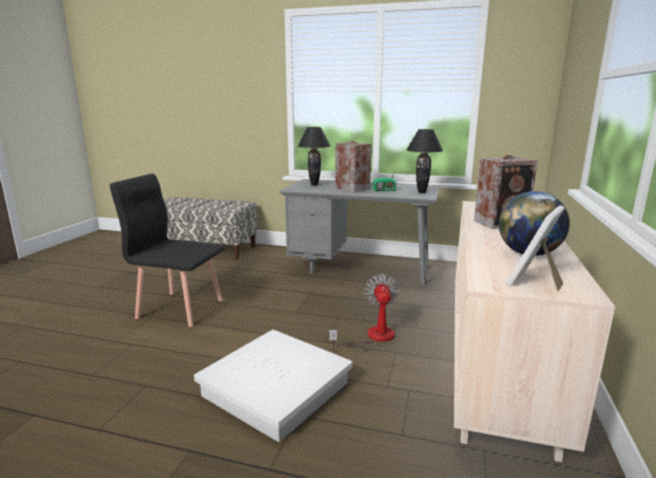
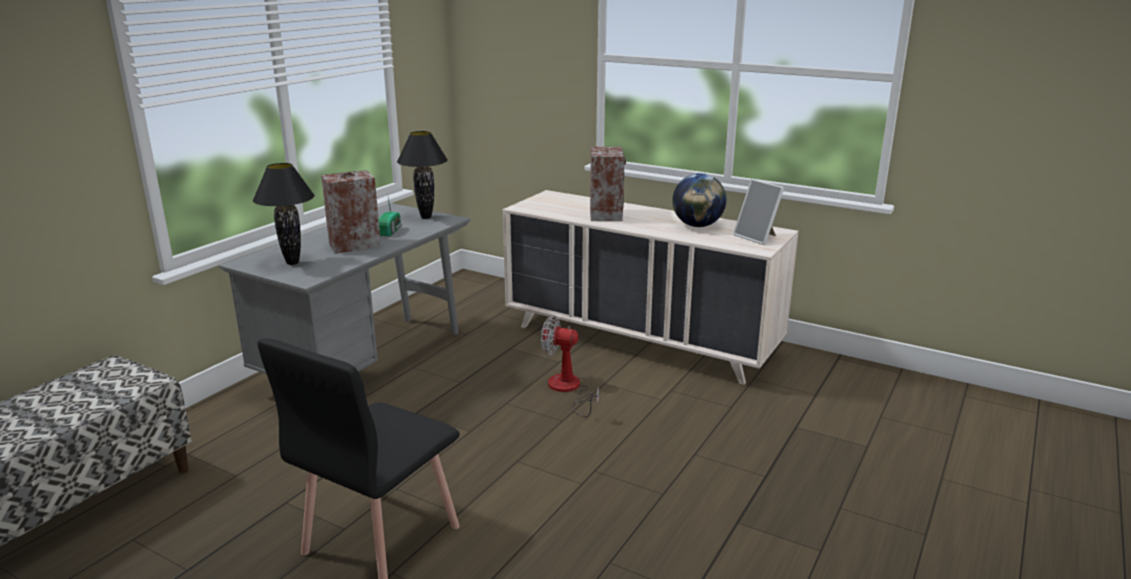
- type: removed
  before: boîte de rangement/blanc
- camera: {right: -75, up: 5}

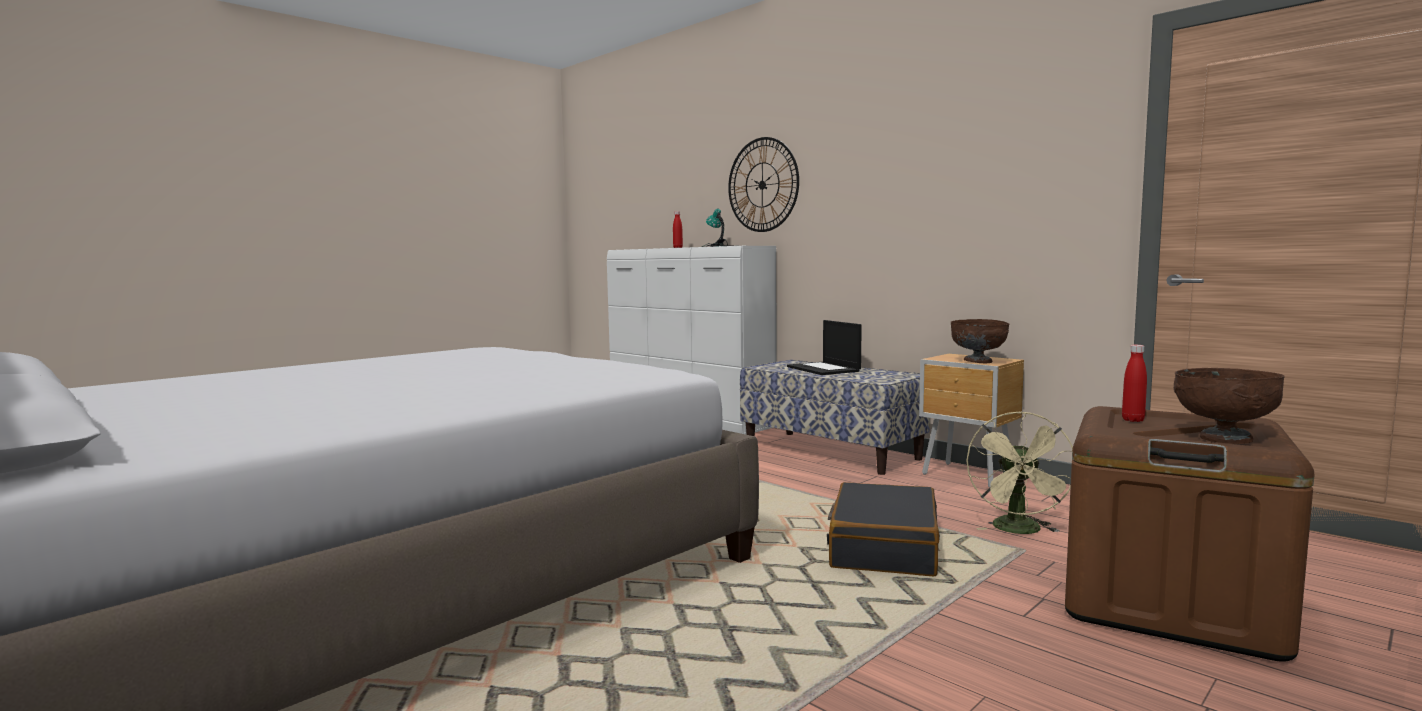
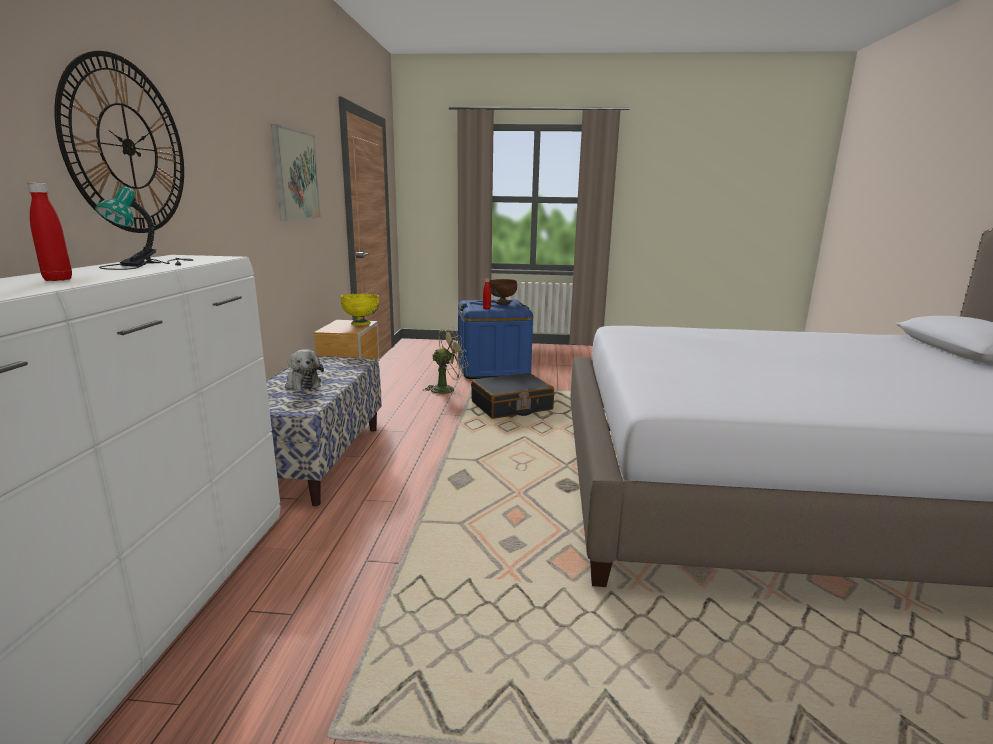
- type: recoloured
  before: bol/marron (1st from left)
  after: bol/jaune
- type: replaced
  before: ordinateur portable
  after: peluche
- type: recoloured
  before: boîte de rangement/marron
  after: boîte de rangement/bleu
- type: added
  after: tableau
- camera: {right: -130, up: 10}

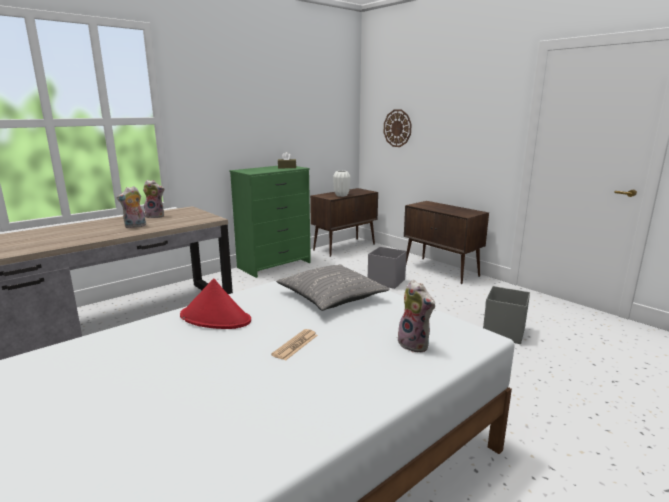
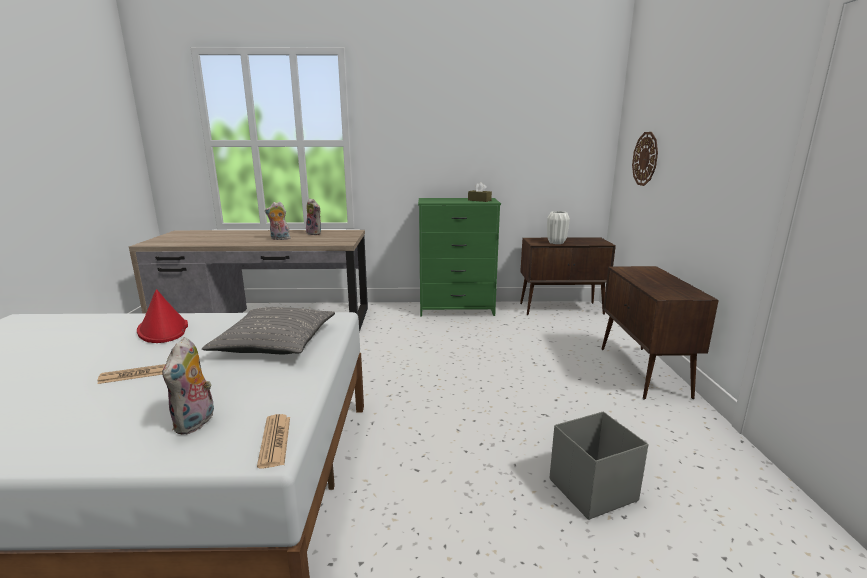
- type: removed
  before: boîte de rangement/gris (1st from left)
- type: added
  after: journal (2nd from left)
- camera: {right: 40, up: 0}

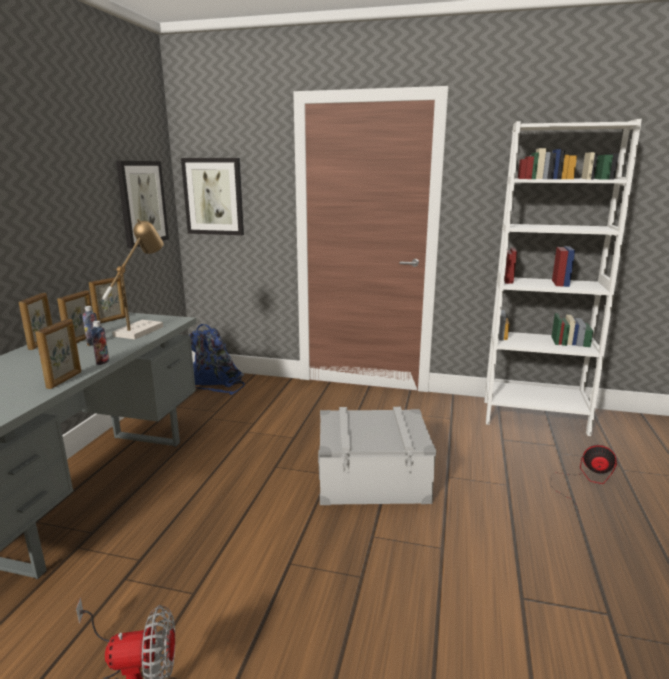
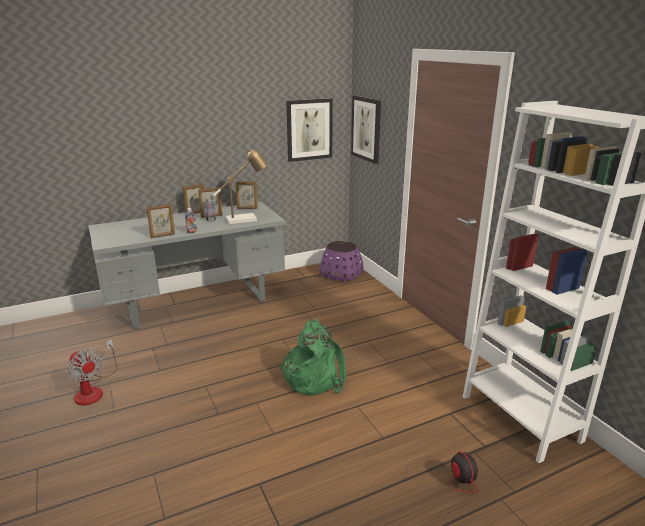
- type: replaced
  before: sac à dos/bleu
  after: cache-pot/violet
- type: replaced
  before: boîte de rangement/gris
  after: sac à dos/vert
- camera: {right: 50, up: 5}

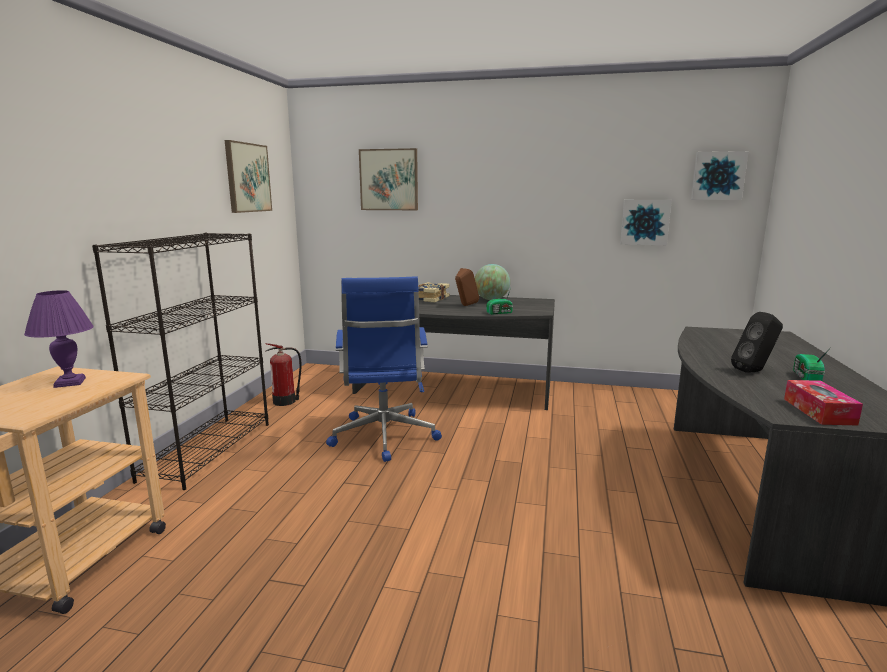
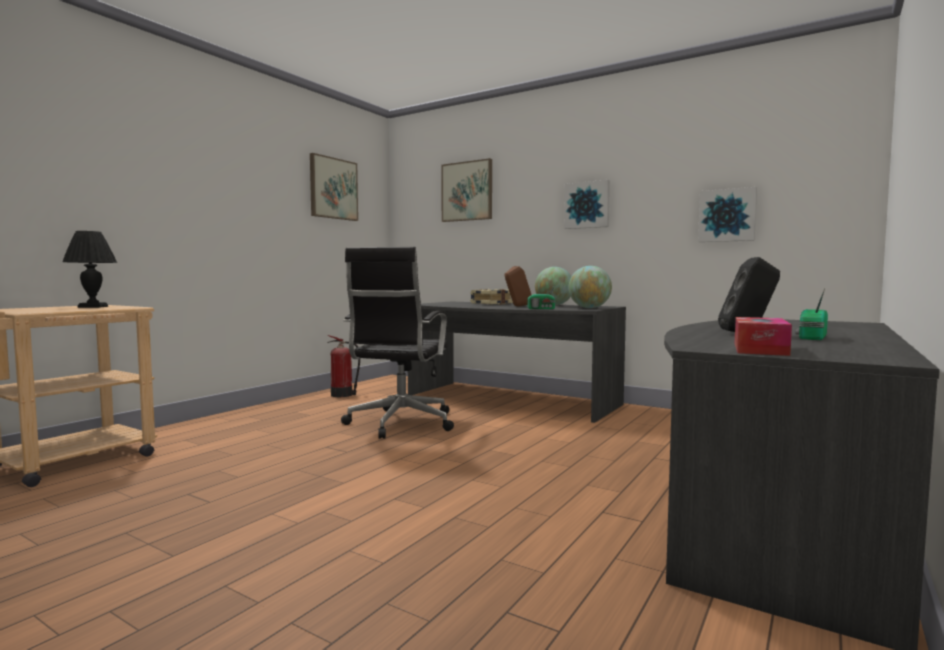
- type: moved
  before: tableau (4th from left in the first image)
  after: tableau (3rd from left)
- type: removed
  before: bibliothèque/noir
- type: recoloured
  before: chaise de bureau/bleu
  after: chaise de bureau/noir
- type: recoloured
  before: lampe de table/violet
  after: lampe de table/noir
- type: added
  after: globe (2nd from left)
- camera: {right: 20, up: -10}

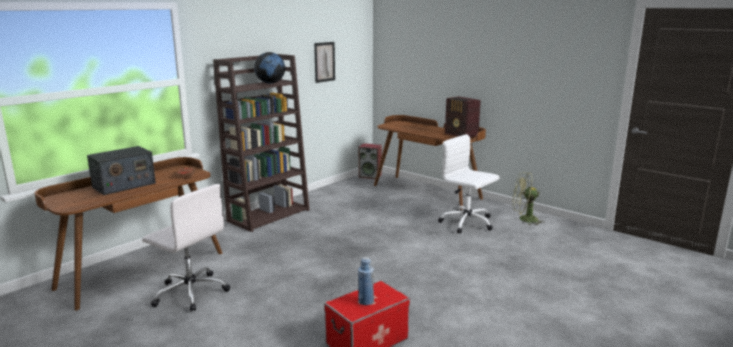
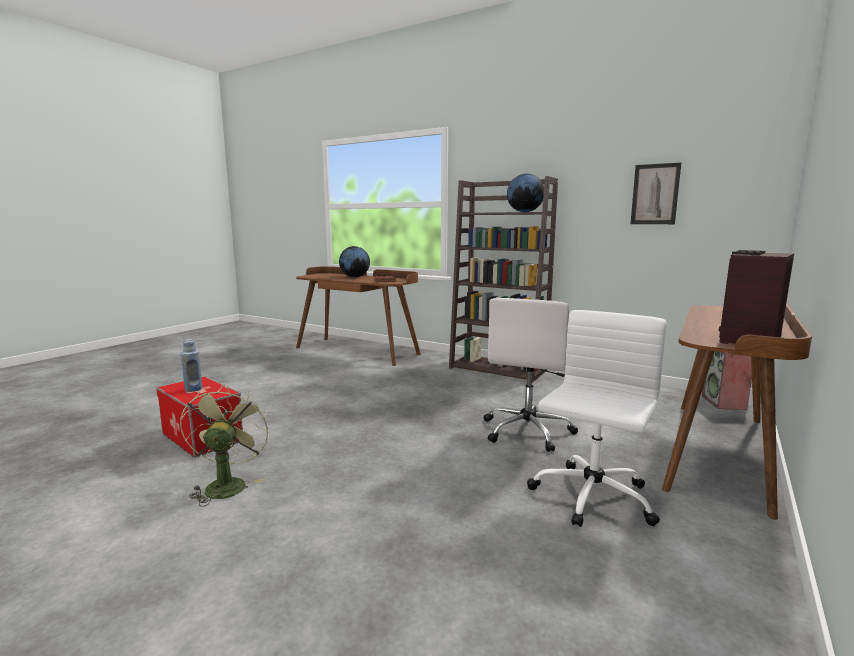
- type: replaced
  before: radio (1st from left)
  after: globe (1st from left)
- type: moved
  before: ventilateur/vert
- type: moved
  before: chaise de bureau/blanc (1st from left)
- camera: {right: 80, up: -5}

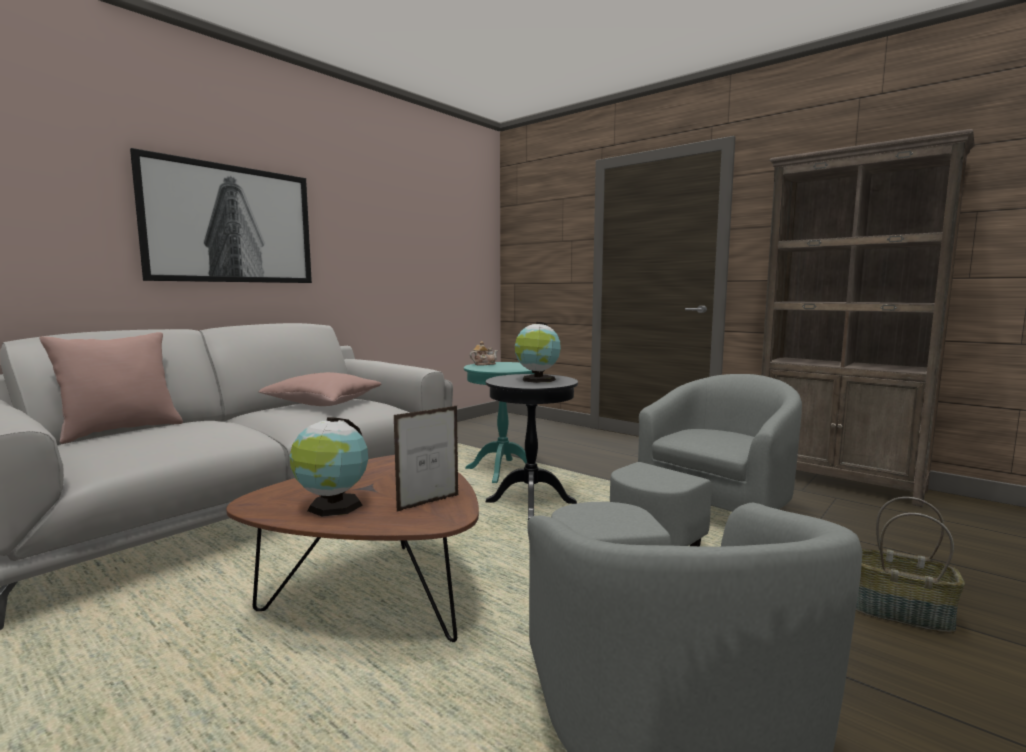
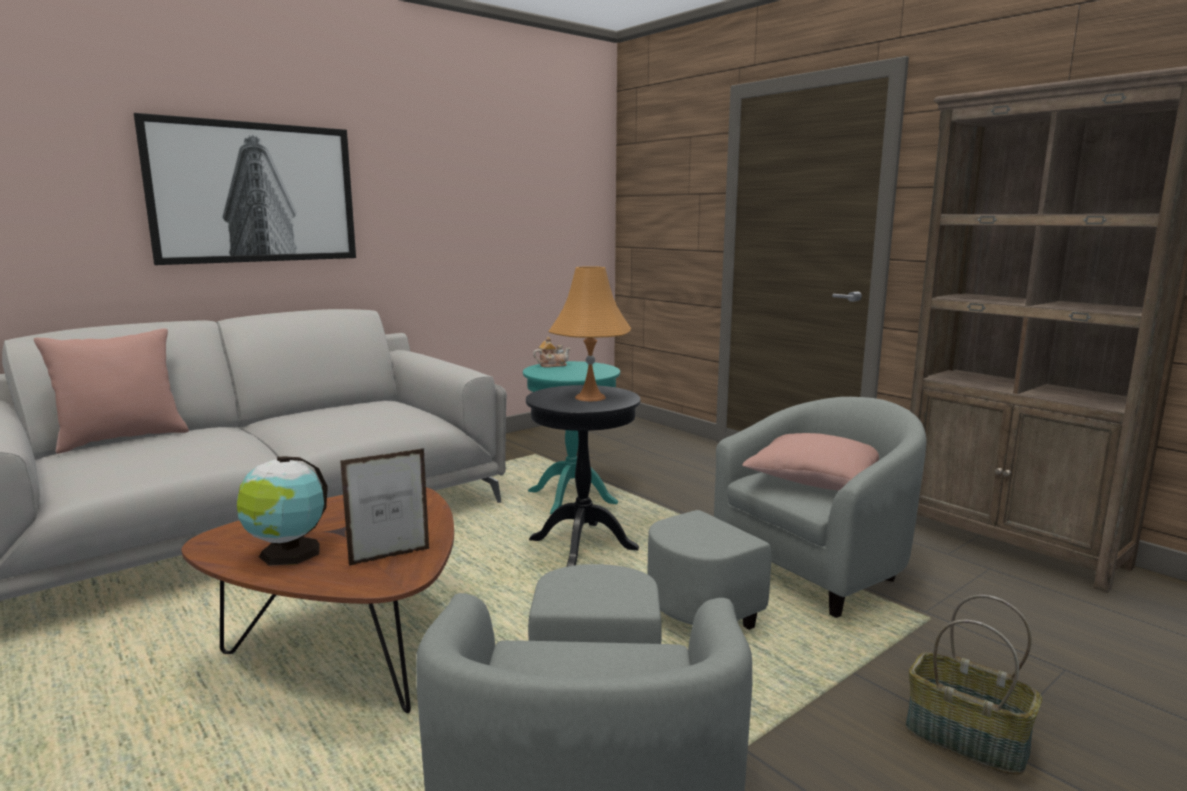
- type: replaced
  before: globe (2nd from left)
  after: lampe de table/orange
- type: moved
  before: coussin/rose (2nd from left)
- camera: {right: 10, up: 5}

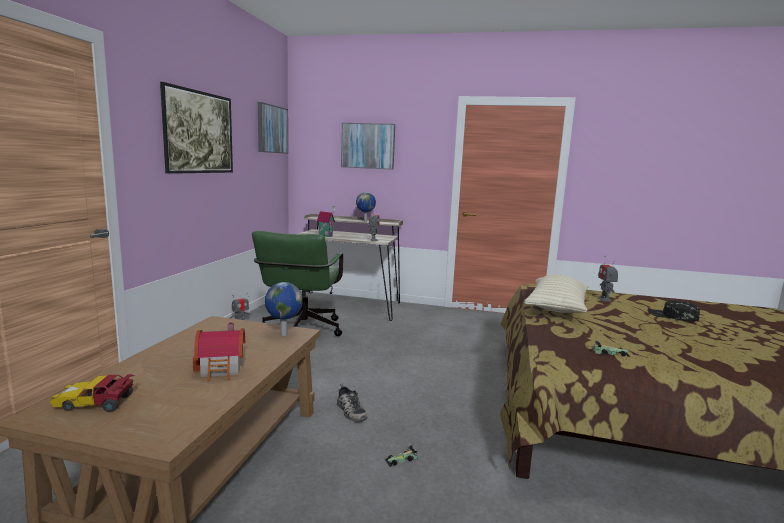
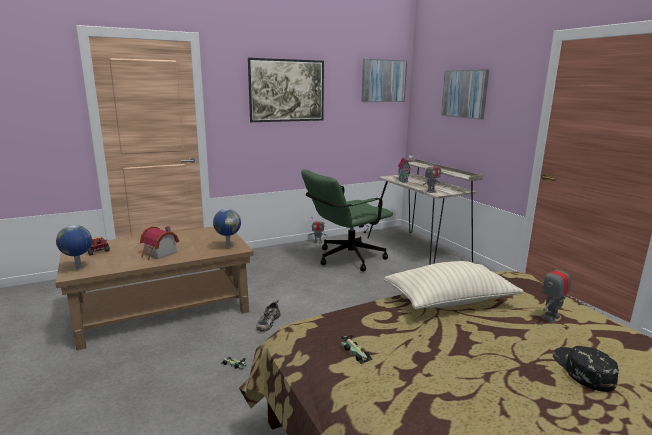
- type: moved
  before: globe (2nd from left in the first image)
  after: globe (1st from left)
- camera: {right: 50, up: 5}

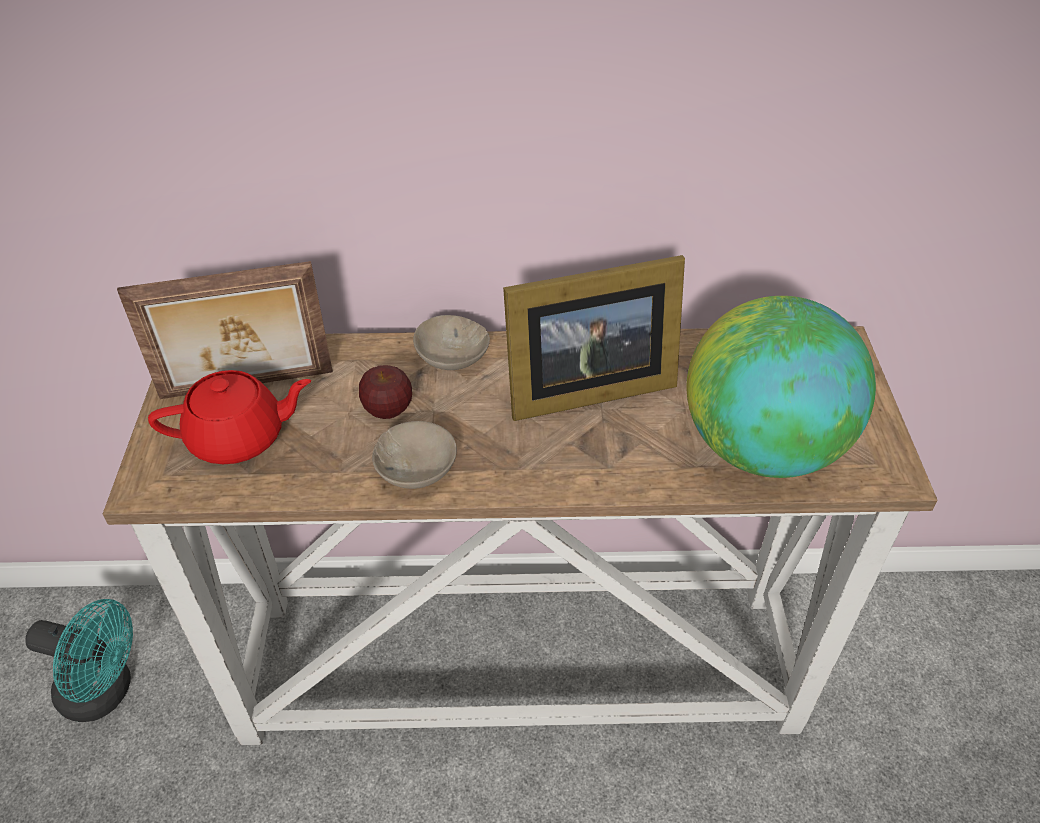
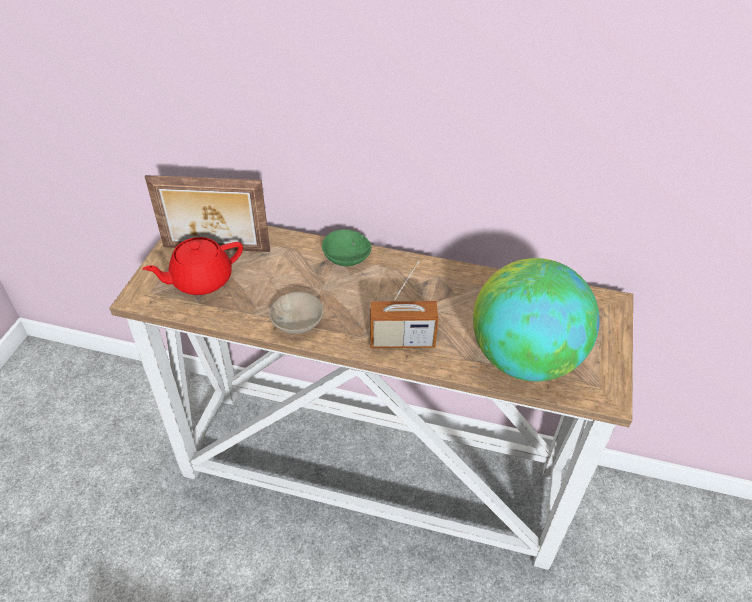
- type: removed
  before: cadre photo (2nd from left)
- type: recoloured
  before: bol/beige (2nd from left)
  after: bol/vert
- type: removed
  before: pomme
- type: turned
  before: théière/rouge
  turn: 150
- type: removed
  before: ventilateur/turquoise
- type: added
  after: radio
- camera: {right: 15, up: 0}

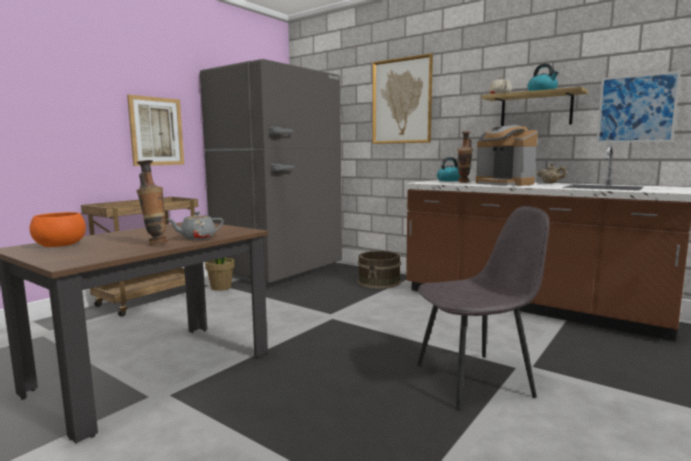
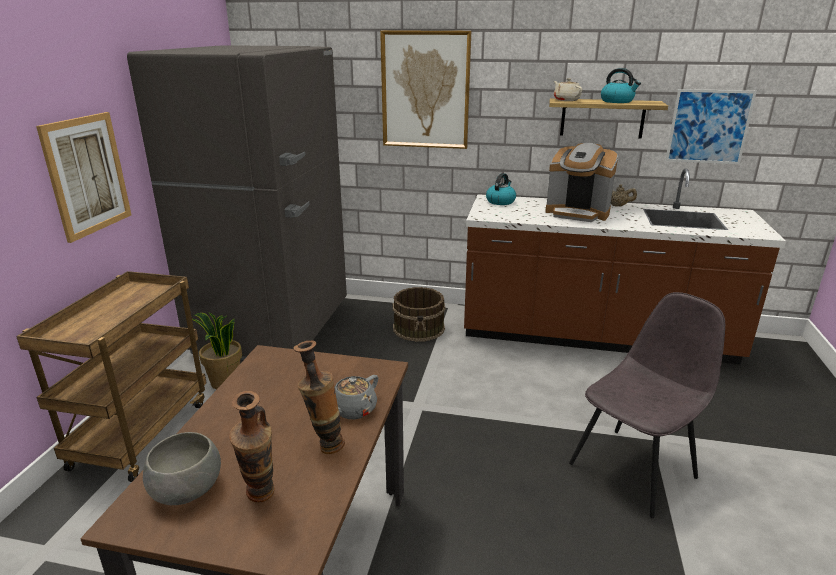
- type: moved
  before: vase (2nd from left in the first image)
  after: vase (1st from left)
- type: recoloured
  before: bol/orange
  after: bol/gris
- camera: {right: -25, up: 15}

